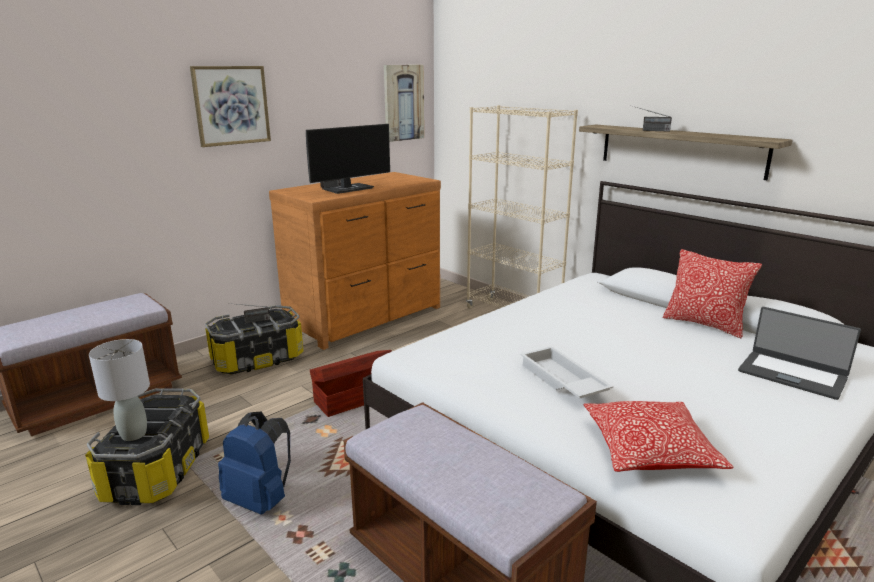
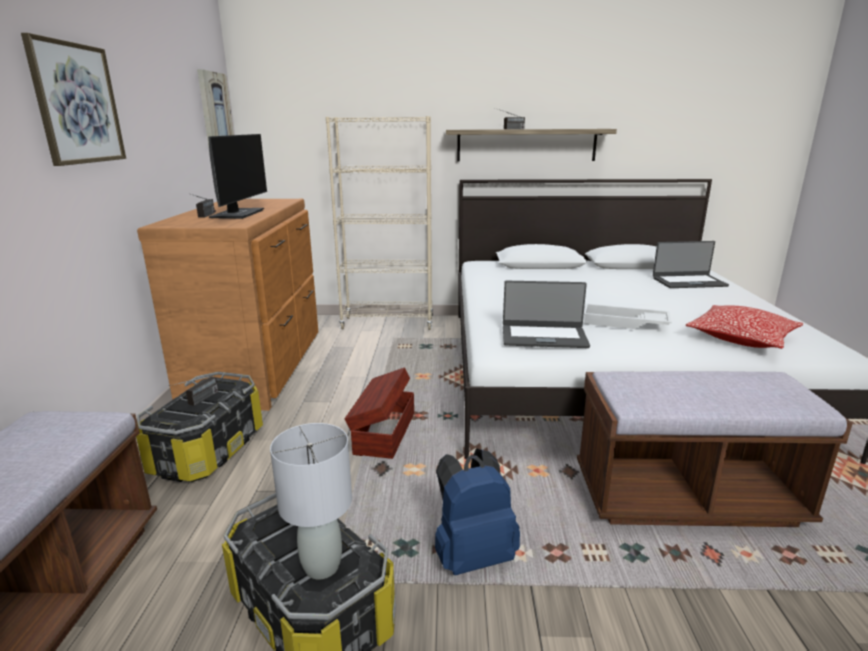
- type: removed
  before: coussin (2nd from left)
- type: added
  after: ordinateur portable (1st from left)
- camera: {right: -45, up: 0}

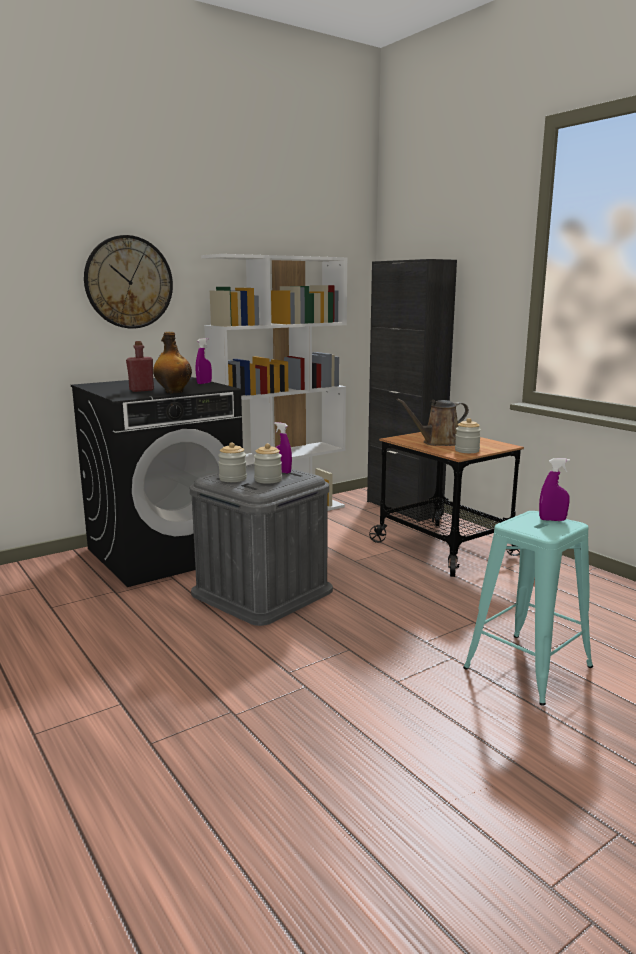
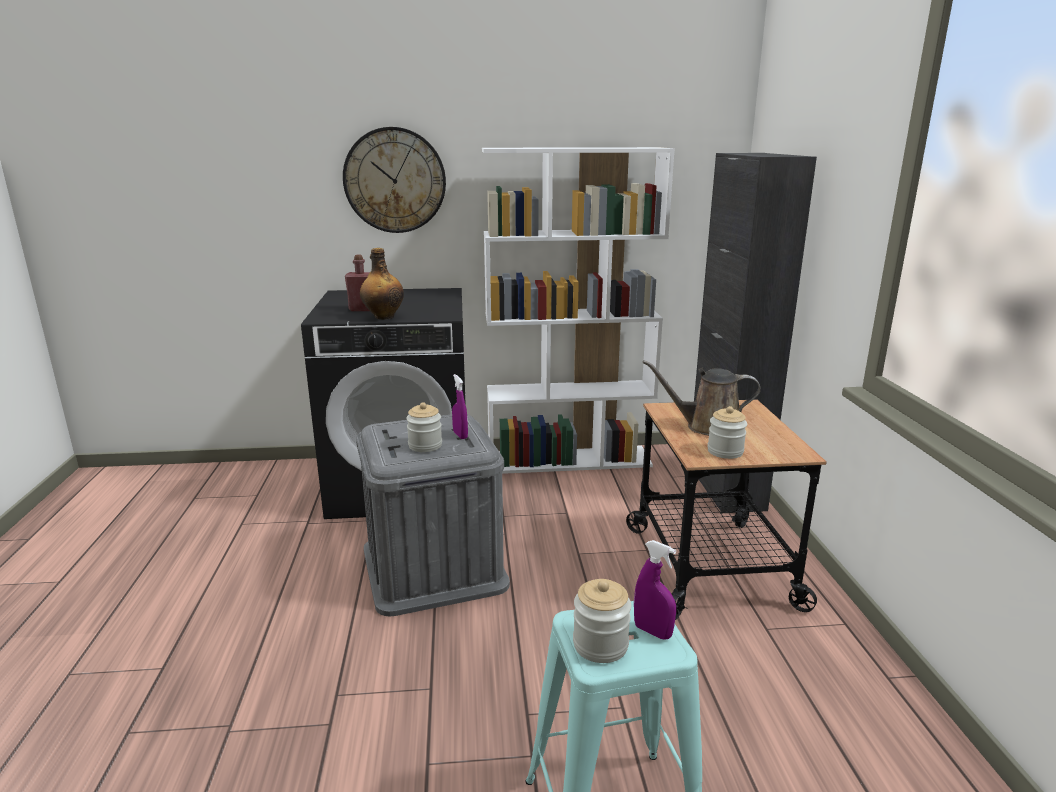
- type: removed
  before: vaporisateur/violet (1st from left)
- type: moved
  before: bocal (1st from left in the first image)
  after: bocal (2nd from left)
- camera: {right: 30, up: 5}

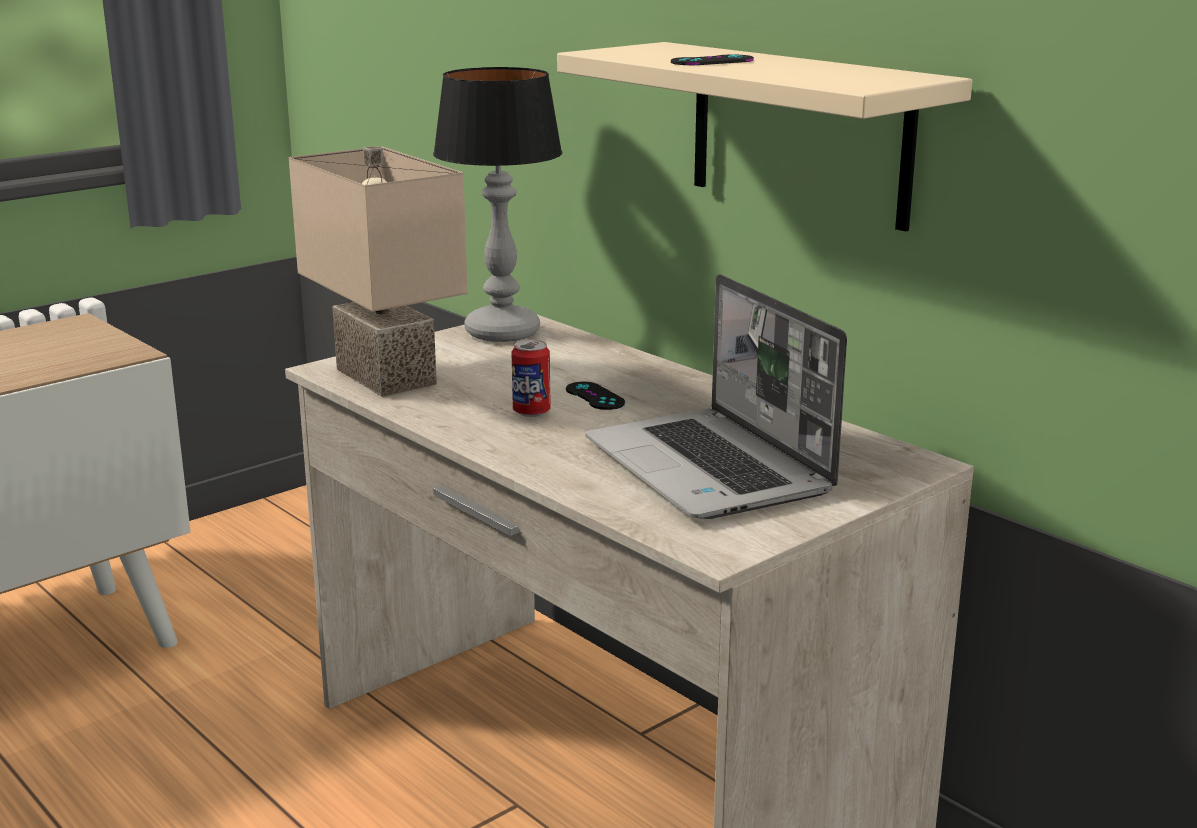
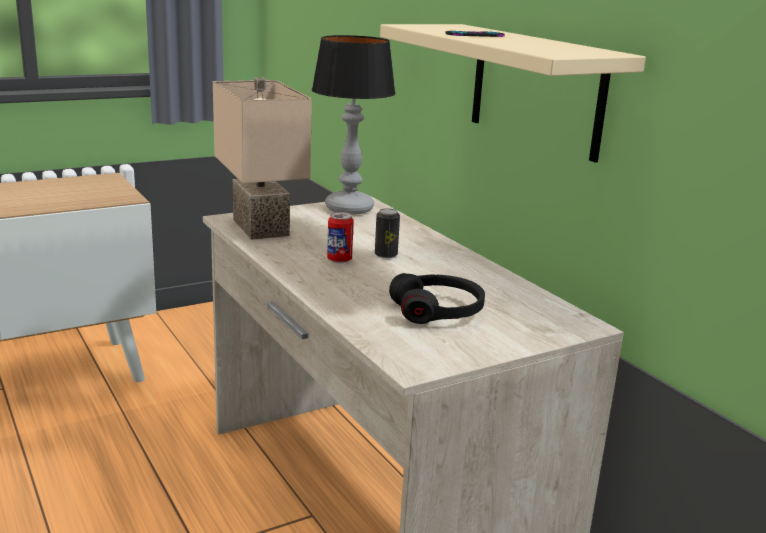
- type: replaced
  before: ordinateur portable
  after: casque audio/noir
- type: replaced
  before: manette/noir (1st from left)
  after: boîte métallique (2nd from left)
- camera: {right: 10, up: 0}

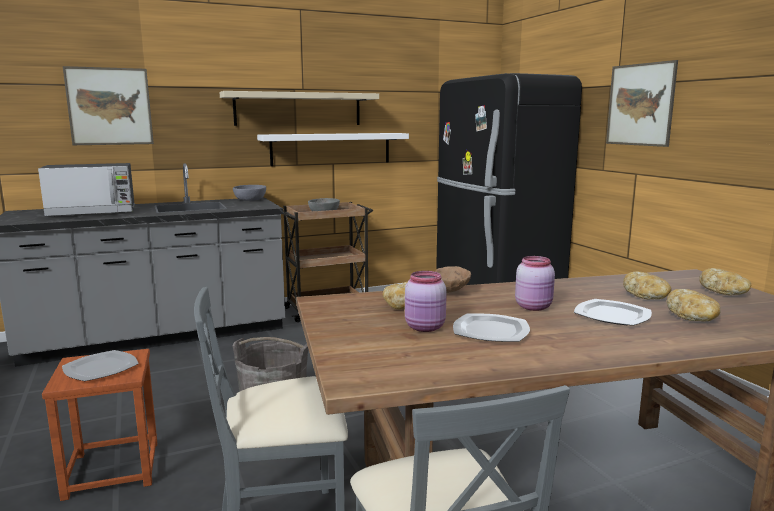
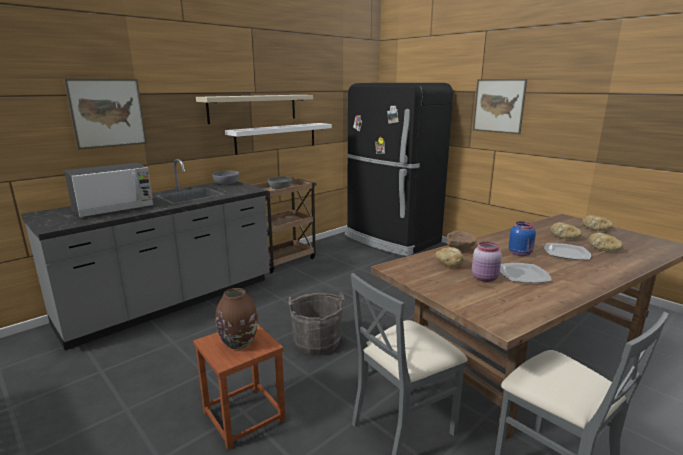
- type: recoloured
  before: bocal/rose (2nd from left)
  after: bocal/bleu
- type: replaced
  before: assiette (1st from left)
  after: vase/marron
- camera: {right: -20, up: 5}

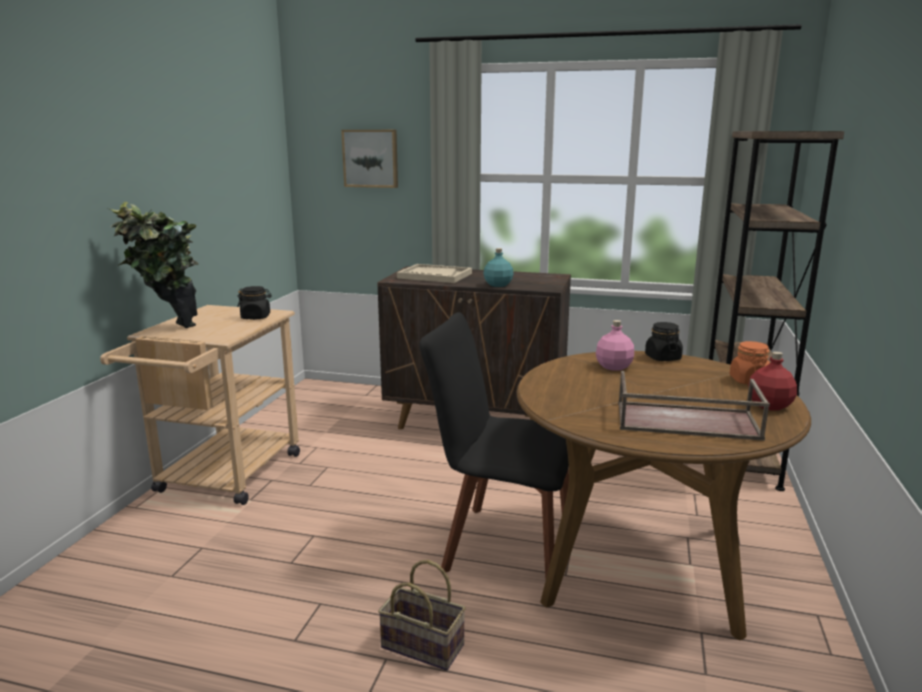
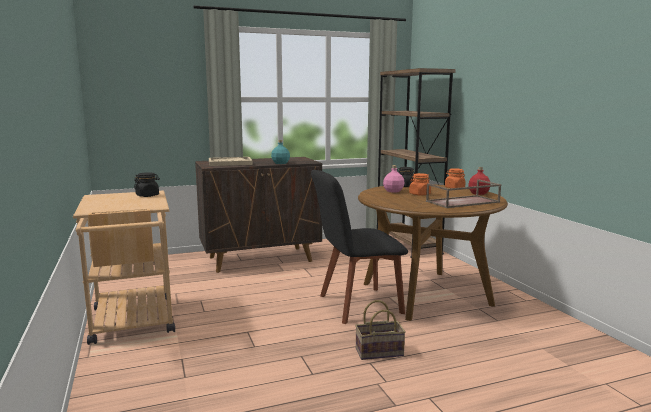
- type: removed
  before: tableau
- type: removed
  before: plante en pot
- type: added
  after: bocal/orange (1st from left)
- camera: {right: -35, up: -5}

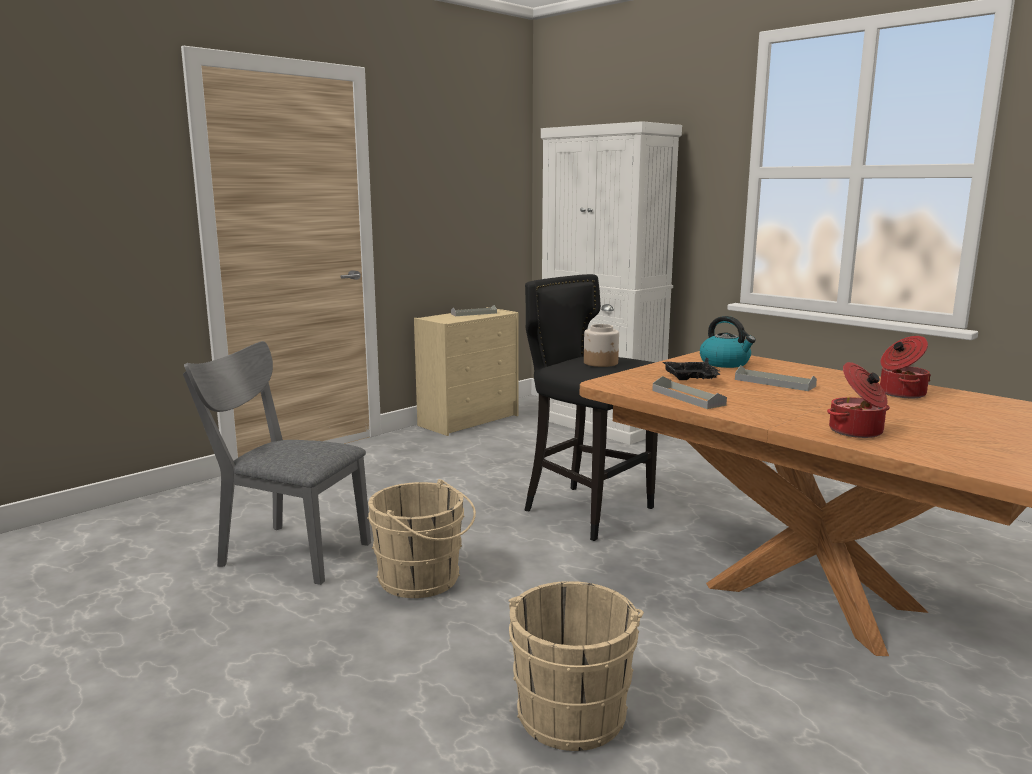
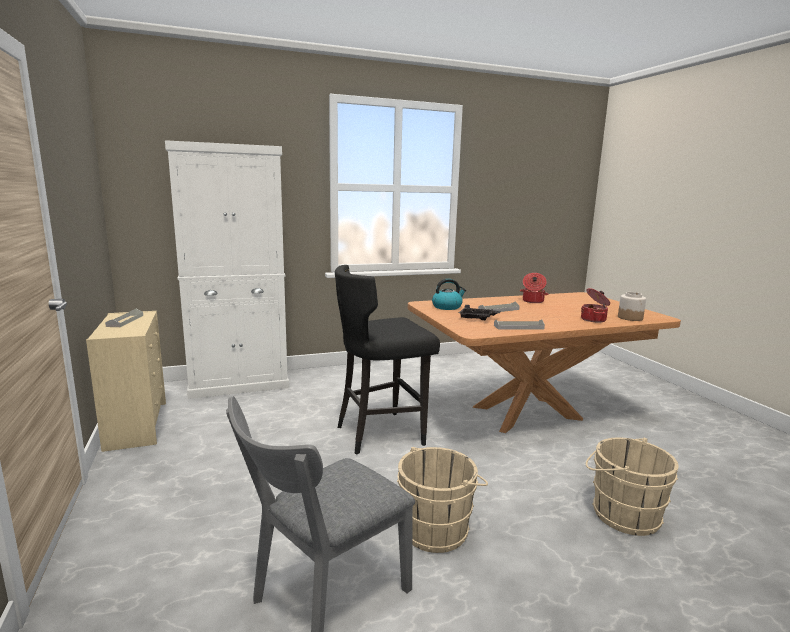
- type: moved
  before: bocal
- camera: {right: -65, up: 0}

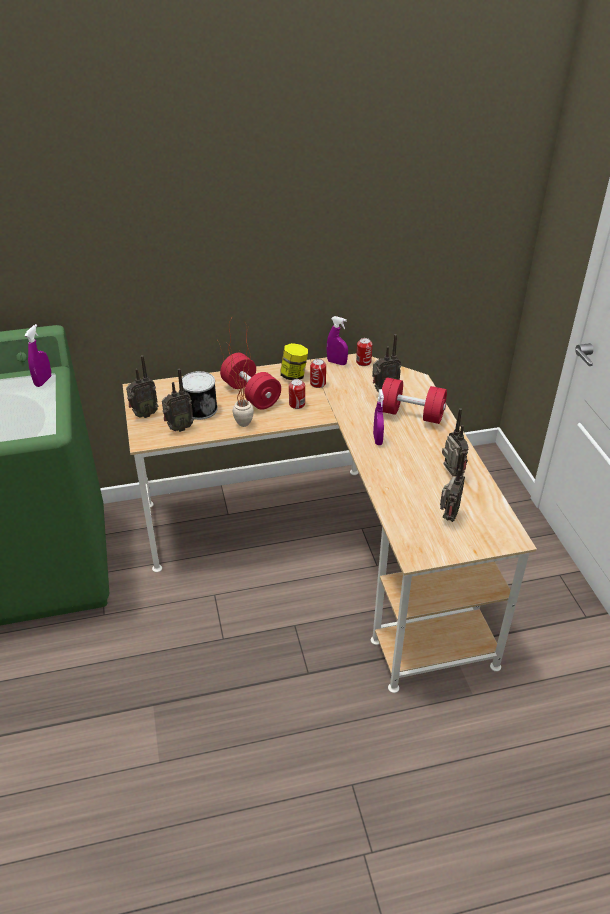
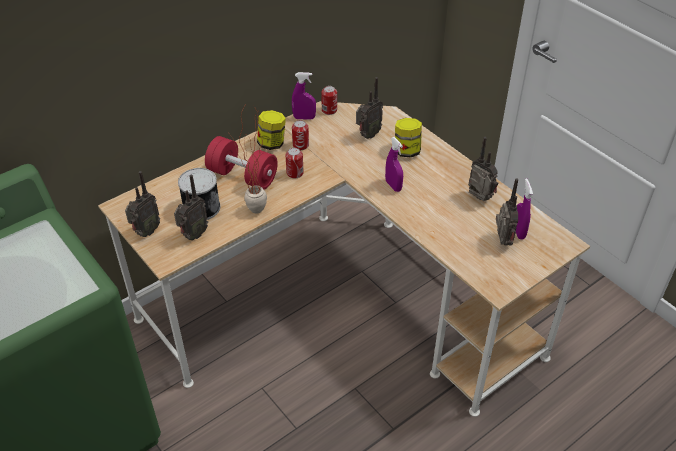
- type: moved
  before: vaporisateur/violet (1st from left in the first image)
  after: vaporisateur/violet (3rd from left)
- type: replaced
  before: haltère/rouge (2nd from left)
  after: bocal (2nd from left)
- camera: {right: -25, up: 5}

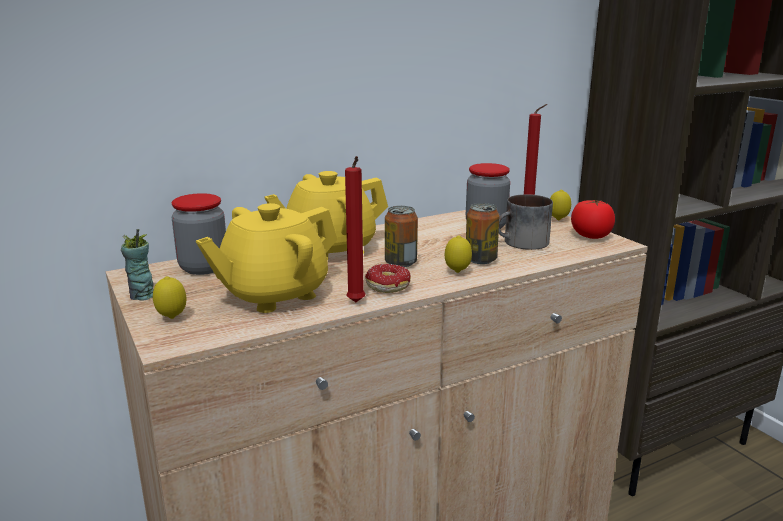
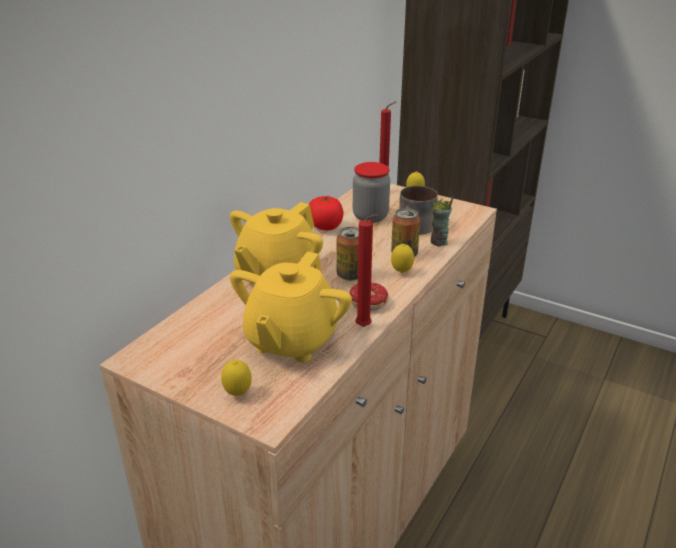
- type: removed
  before: bocal (1st from left)
- type: moved
  before: tomate
- type: moved
  before: tasse
- camera: {right: -30, up: 10}

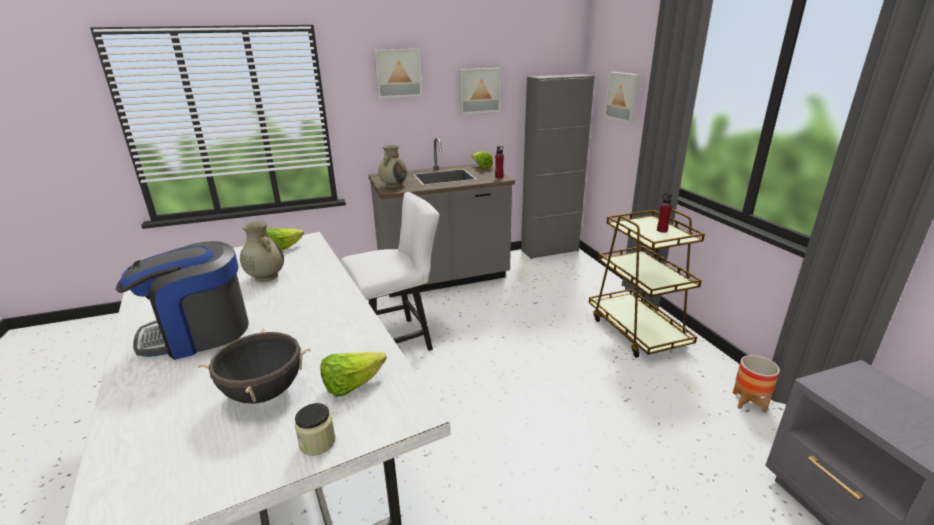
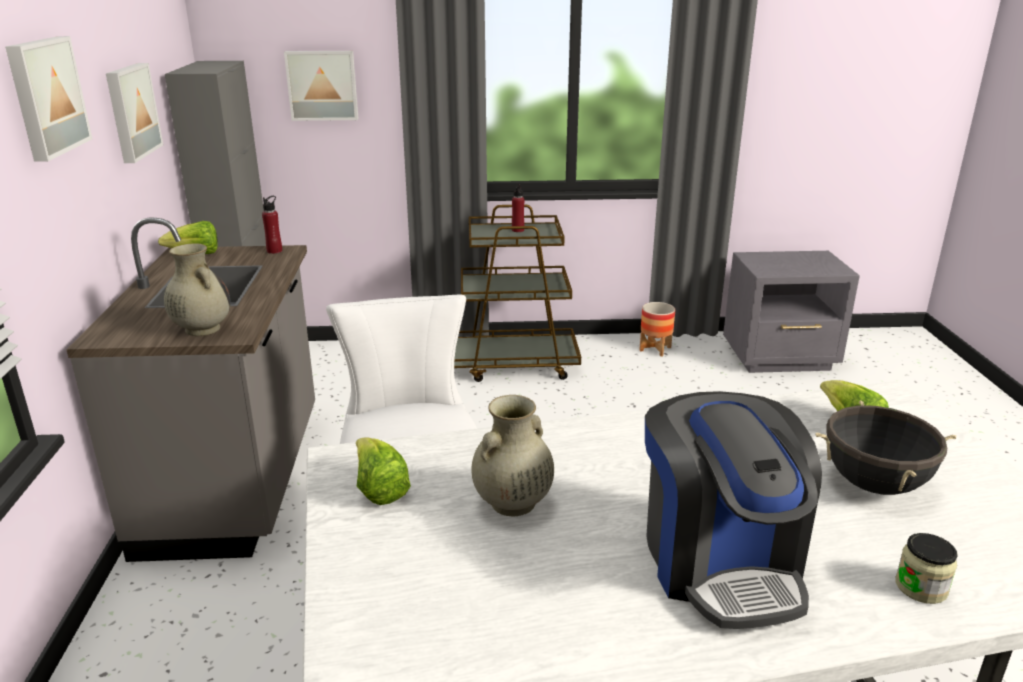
- type: moved
  before: bocal
- camera: {right: -75, up: 0}

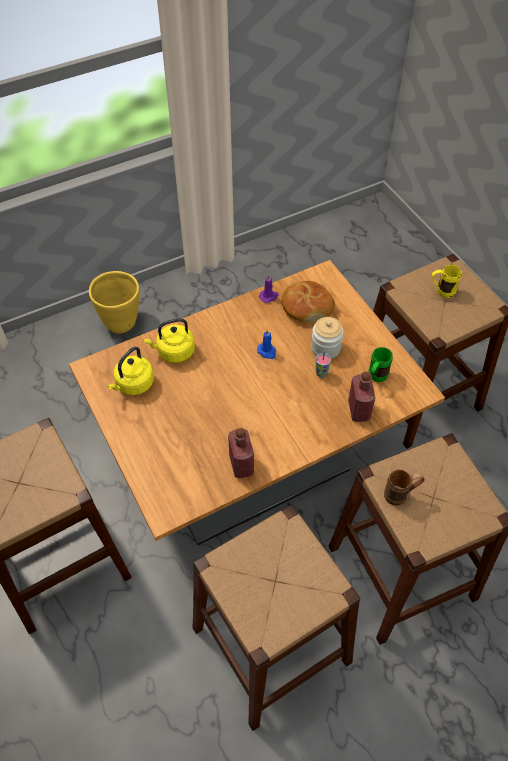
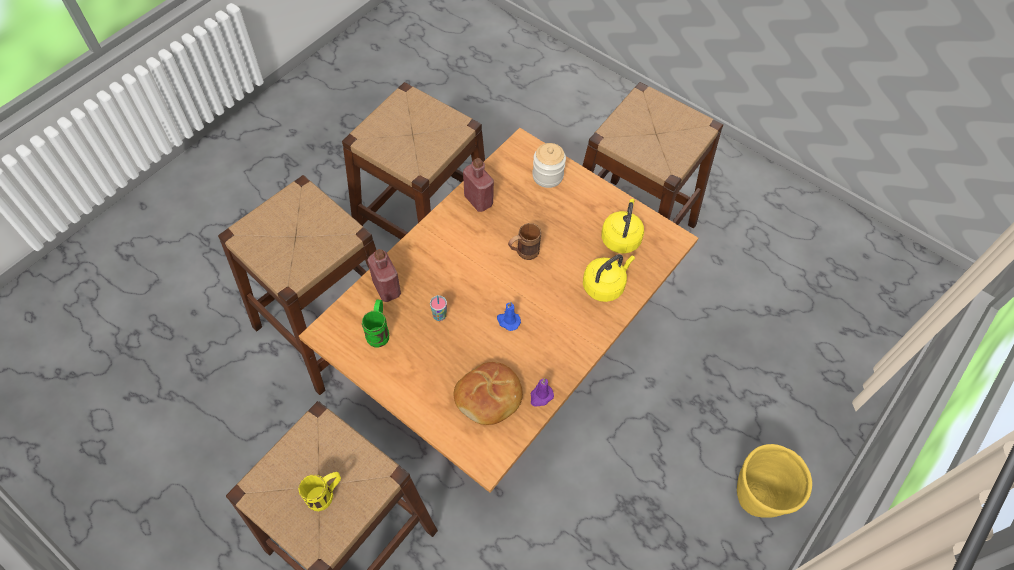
- type: moved
  before: bocal
- type: moved
  before: mug/marron
- camera: {right: 155, up: 5}

